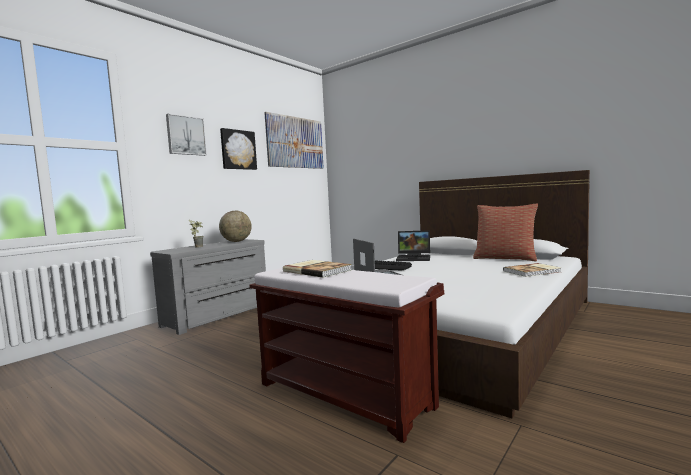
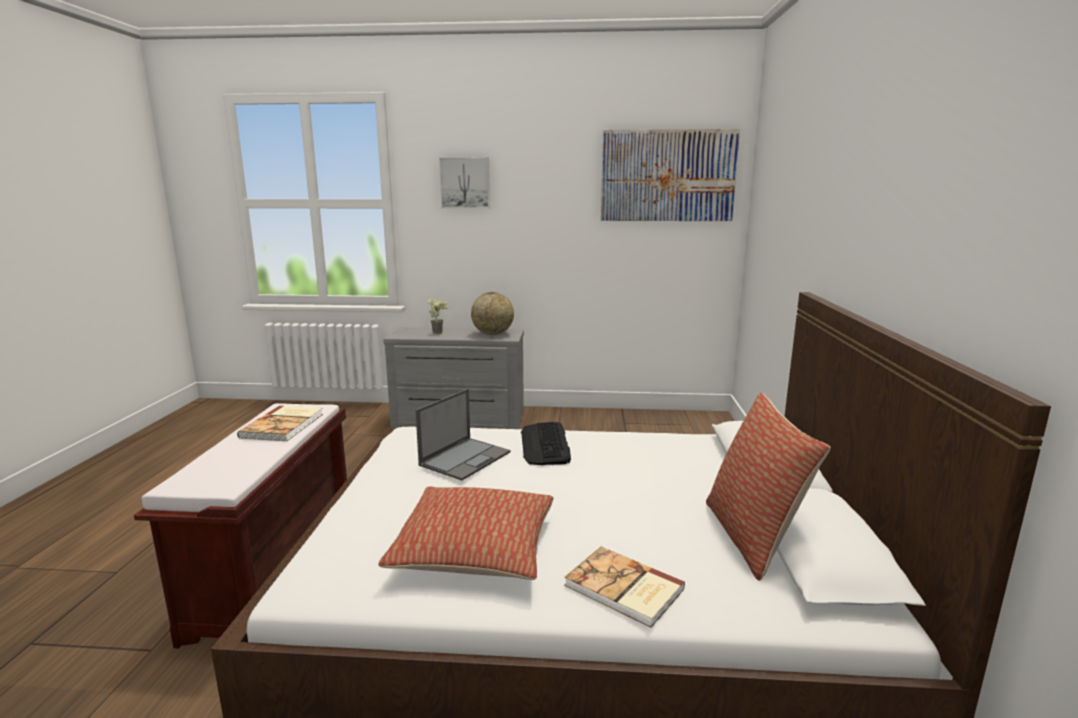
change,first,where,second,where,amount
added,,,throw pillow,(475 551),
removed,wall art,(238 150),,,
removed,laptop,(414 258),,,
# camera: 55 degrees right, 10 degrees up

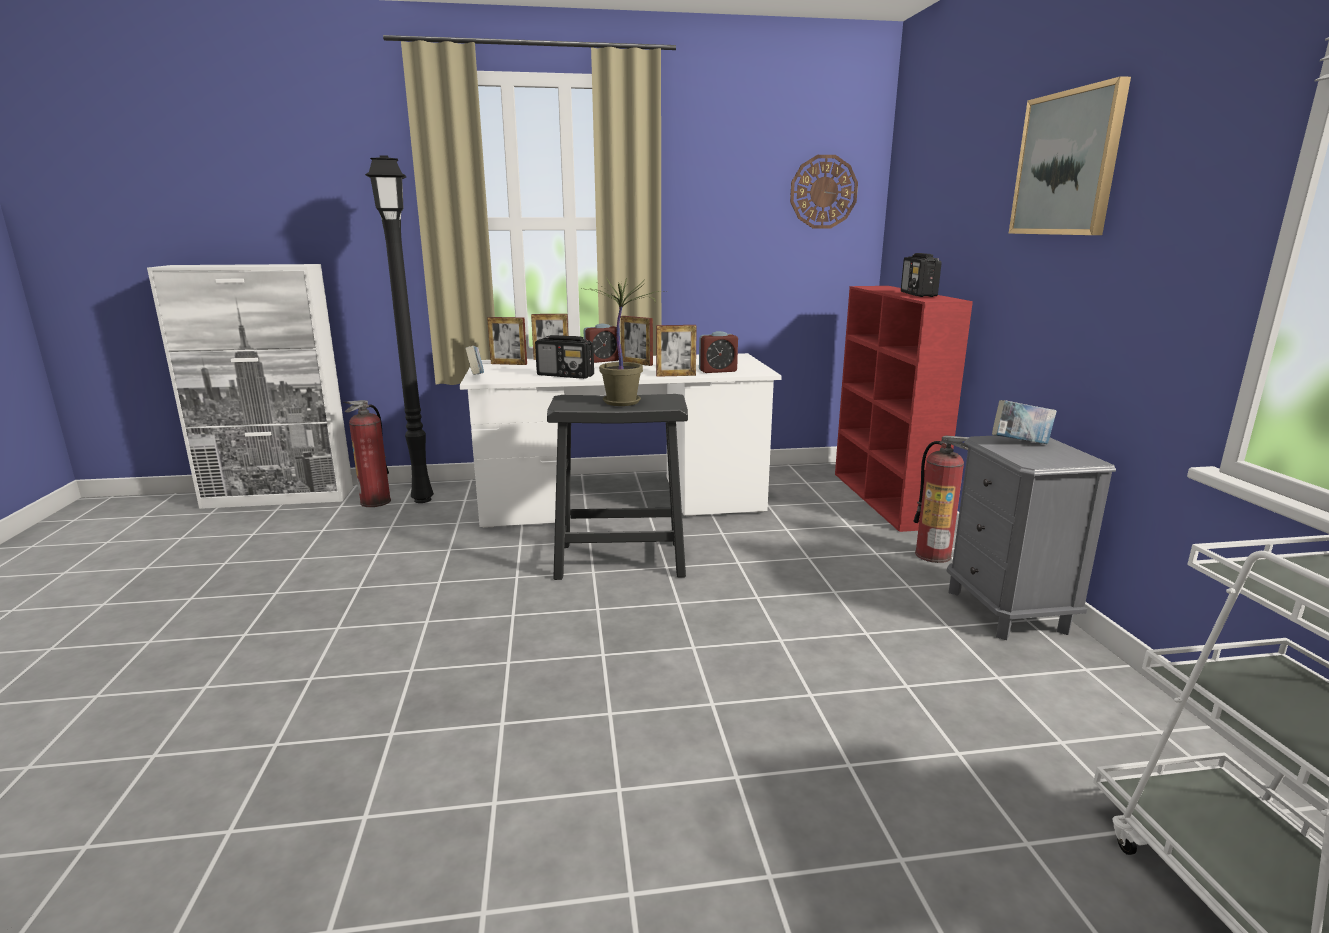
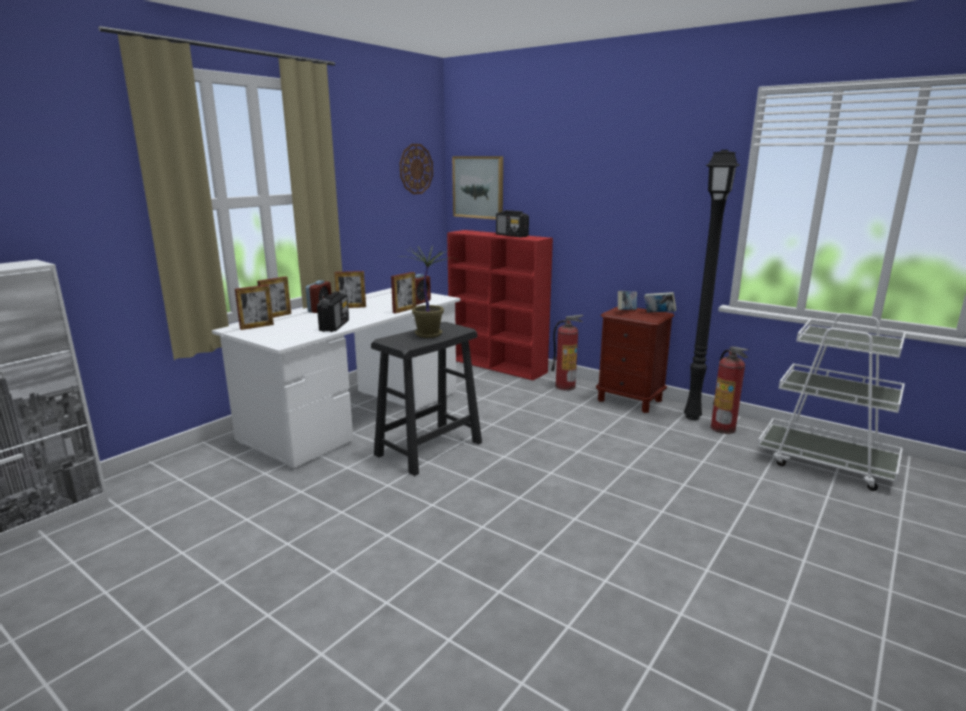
change,first,where,second,where,amount
turned,radio receiver,(566 375),,(335 326),60 degrees counterclockwise
moved,wall art,(1067 164),,(478 187),
recoloured,grey night table,(1007 611),brownish night table,(629 400),
moved,book,(476 377),,(659 314),
moved,black floor lamp,(421 499),,(691 417),
moved,fire-fighting cylinder,(375 502),,(723 428),
# camera: 45 degrees left, 0 degrees up

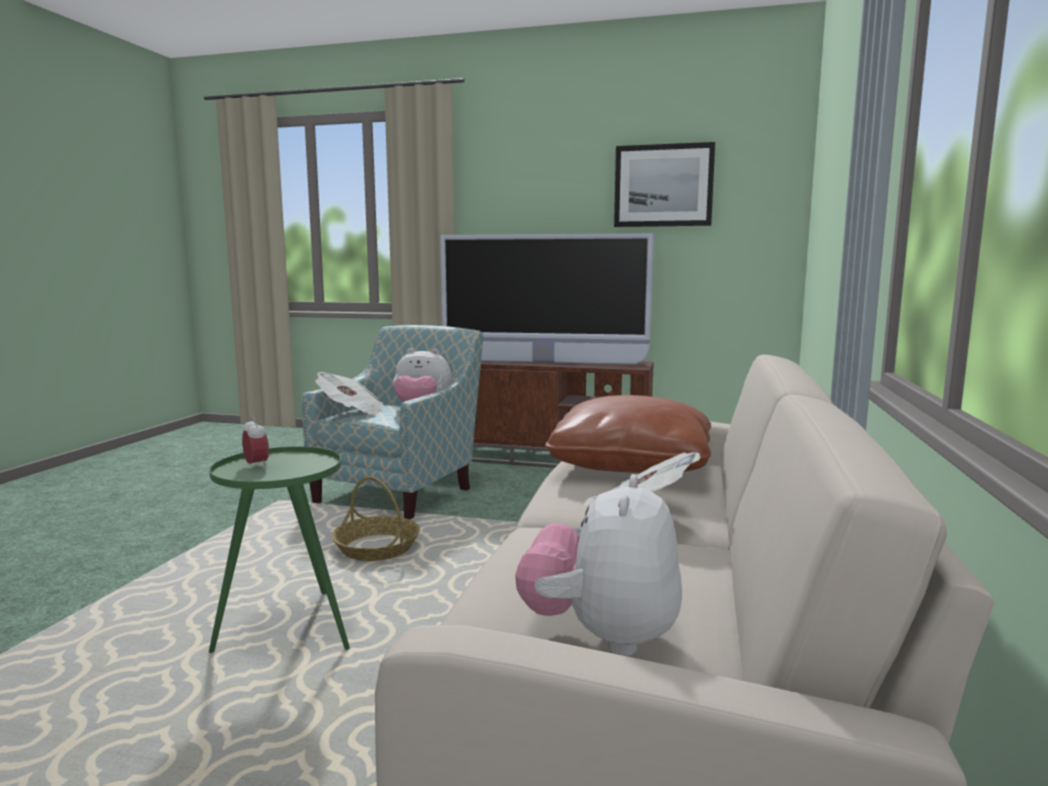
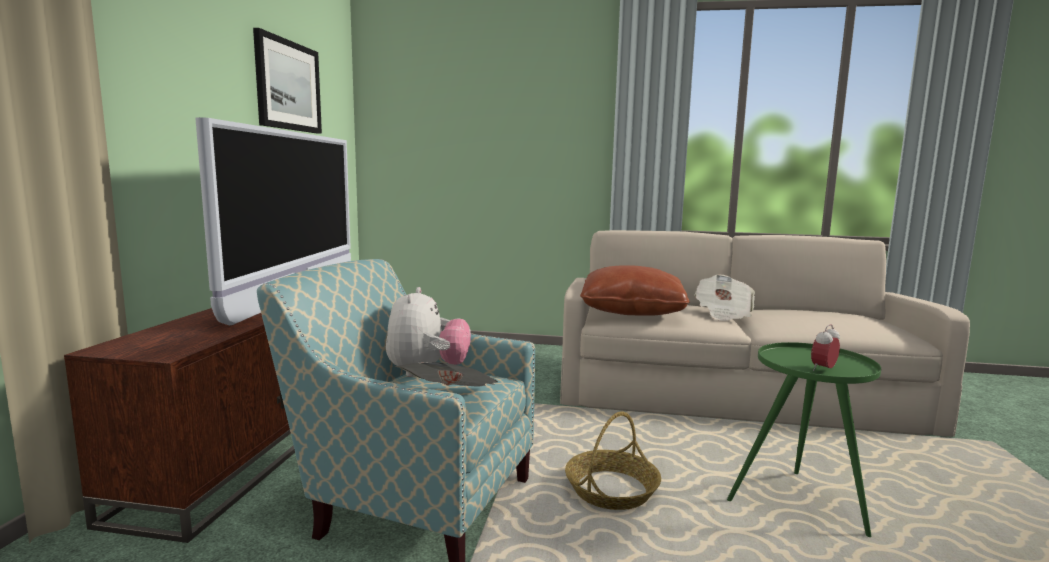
change,first,where,second,where,amount
removed,cuddly toy,(602 636),,,
# camera: 95 degrees left, 0 degrees up

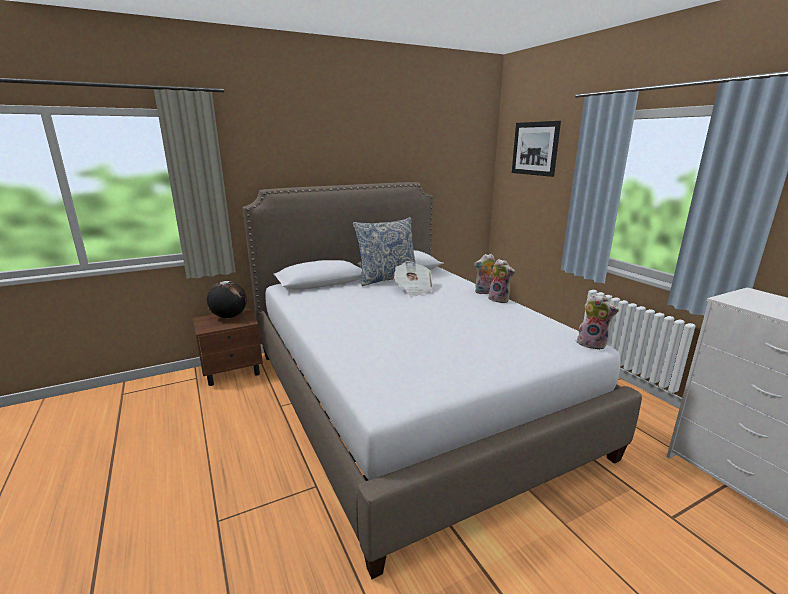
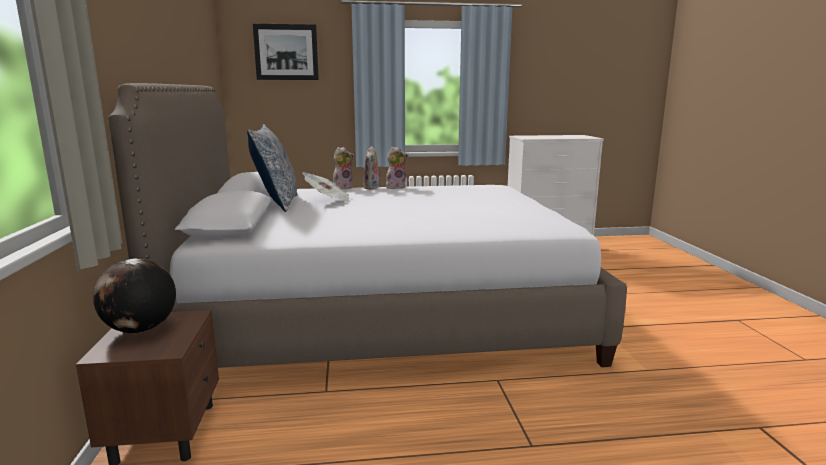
change,first,where,second,where,amount
moved,cuddly toy,(592 344),,(343 187),
# camera: 70 degrees left, 5 degrees down

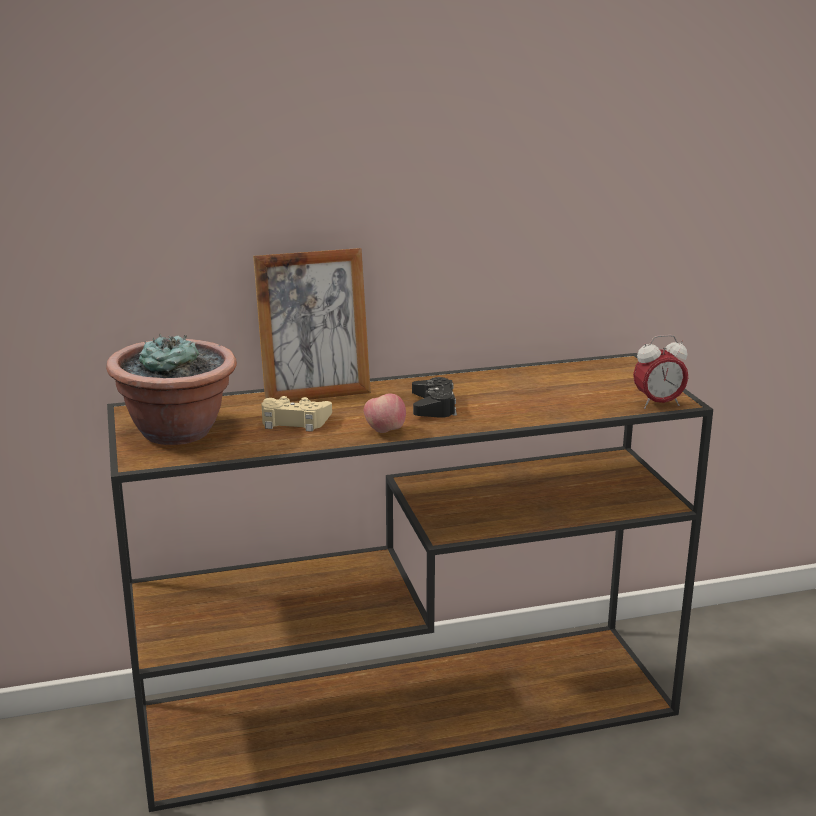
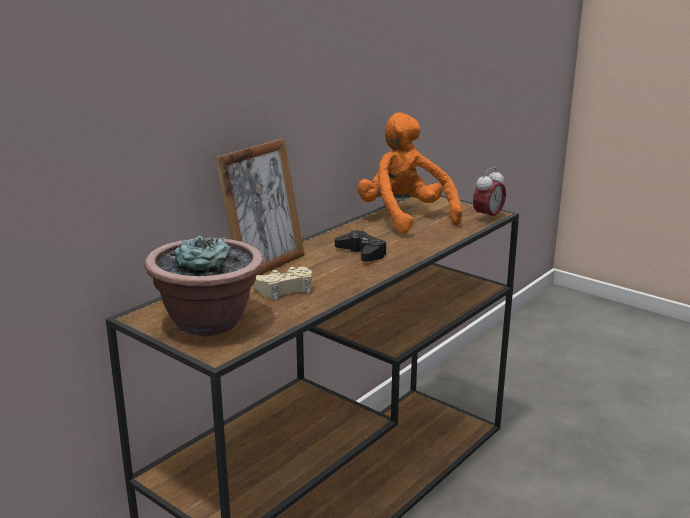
change,first,where,second,where,amount
added,,,orange-coloured cuddly toy,(404 217),
removed,whole apple,(384 431),,,
# camera: 35 degrees left, 0 degrees up

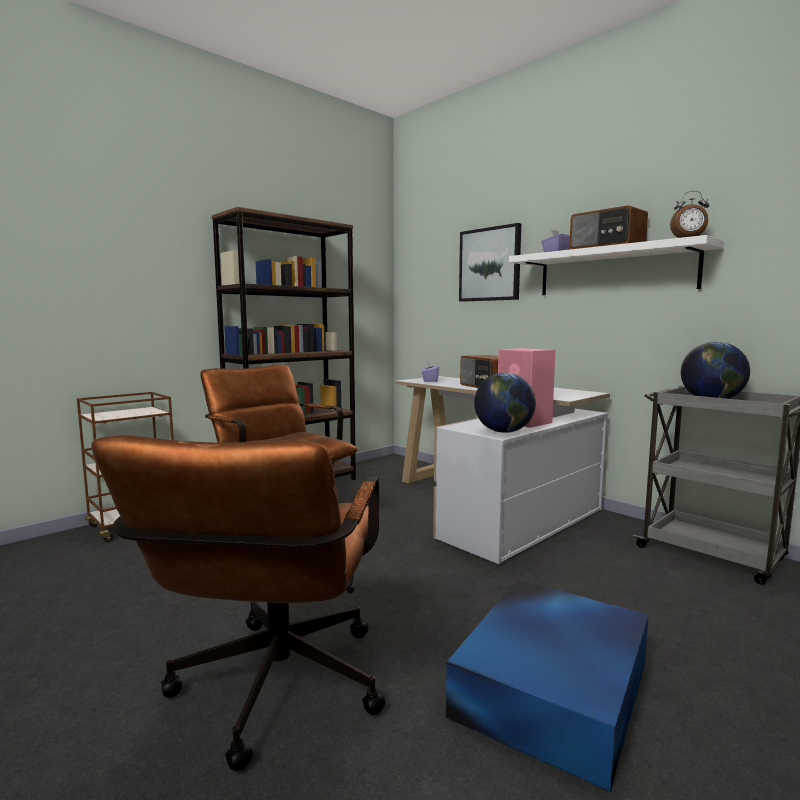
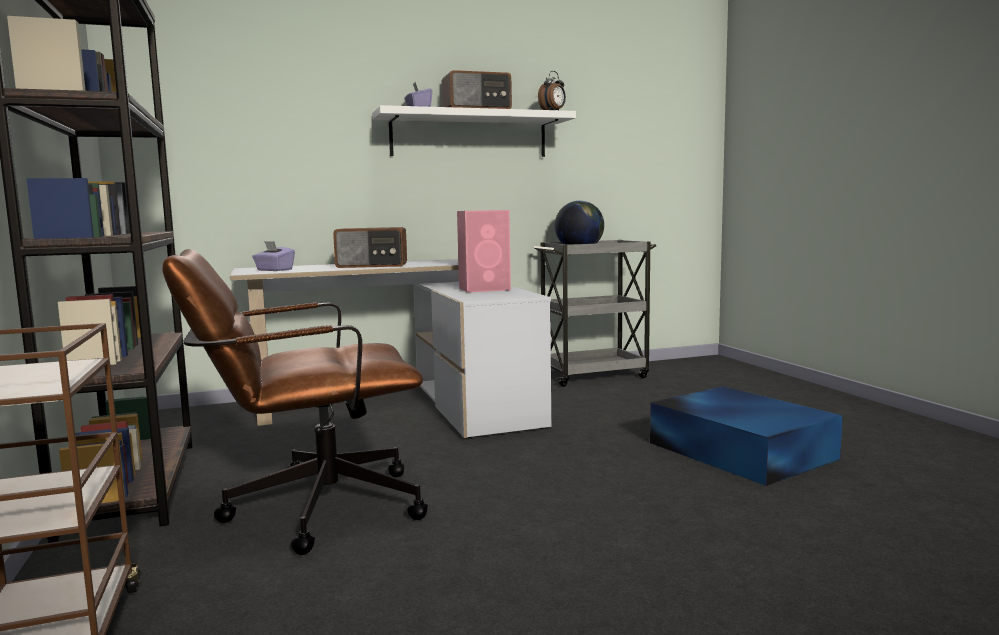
change,first,where,second,where,amount
removed,brownish desk chair,(272 696),,,
removed,wall art,(490 264),,,
removed,desk globe,(504 432),,,
# camera: 65 degrees left, 0 degrees up

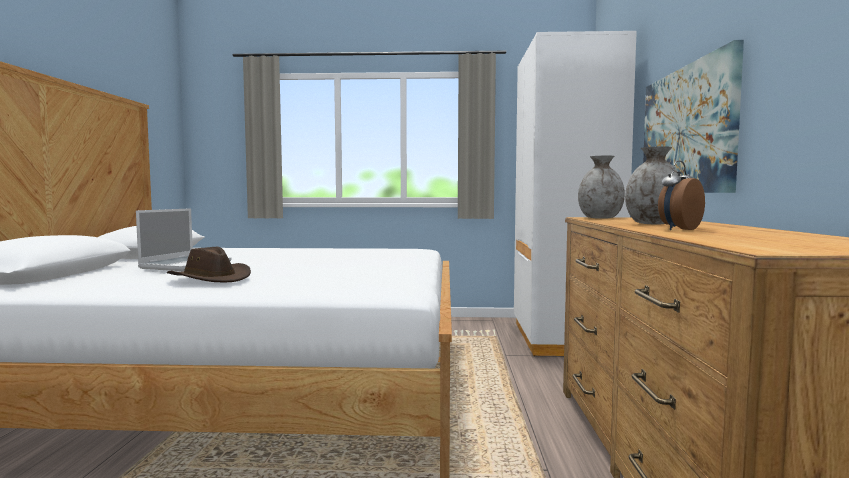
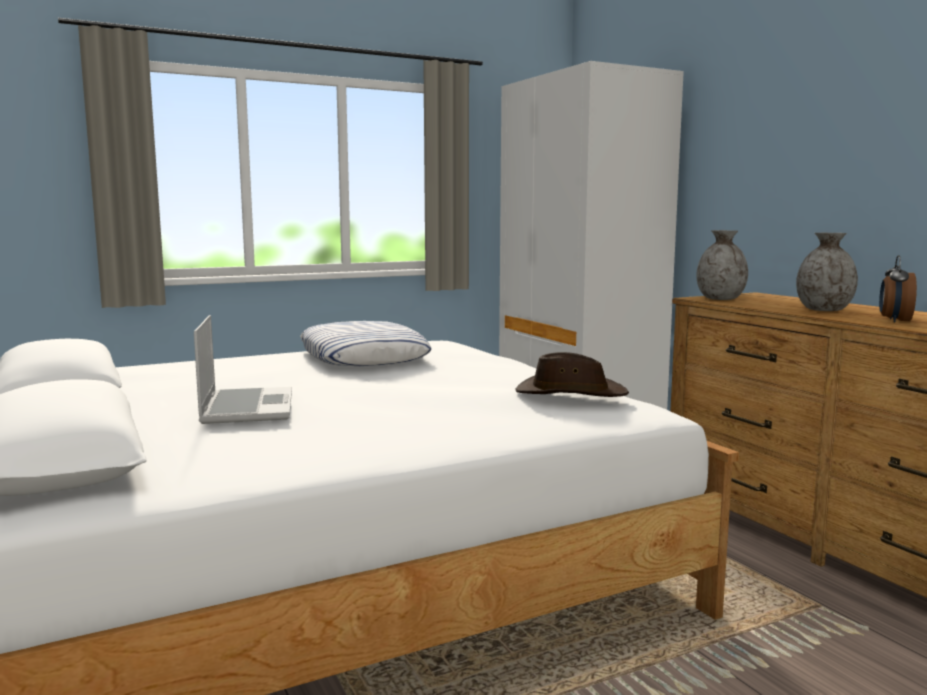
change,first,where,second,where,amount
added,,,throw pillow,(363 356),
moved,brownish clothing hat,(211 278),,(570 393),
removed,wall art,(687 130),,,
# camera: 30 degrees left, 5 degrees up

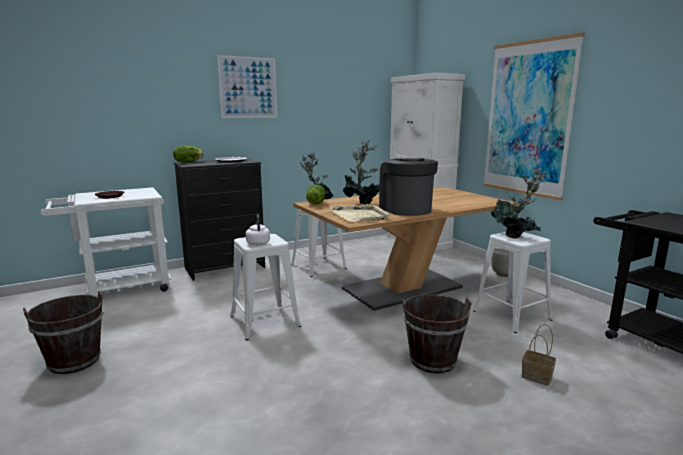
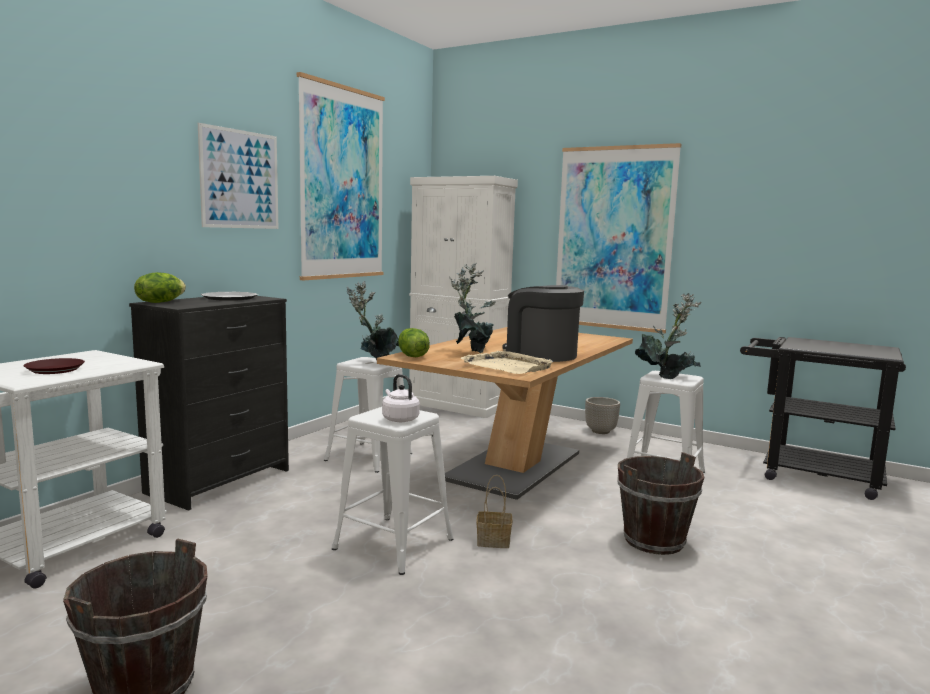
change,first,where,second,where,amount
added,,,wall art,(342 184),
moved,basket,(538 376),,(494 541),
# camera: 30 degrees left, 5 degrees down

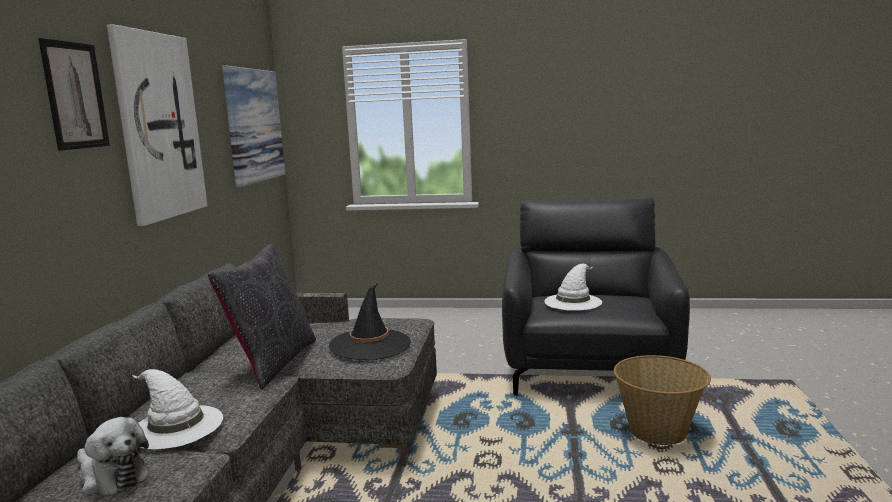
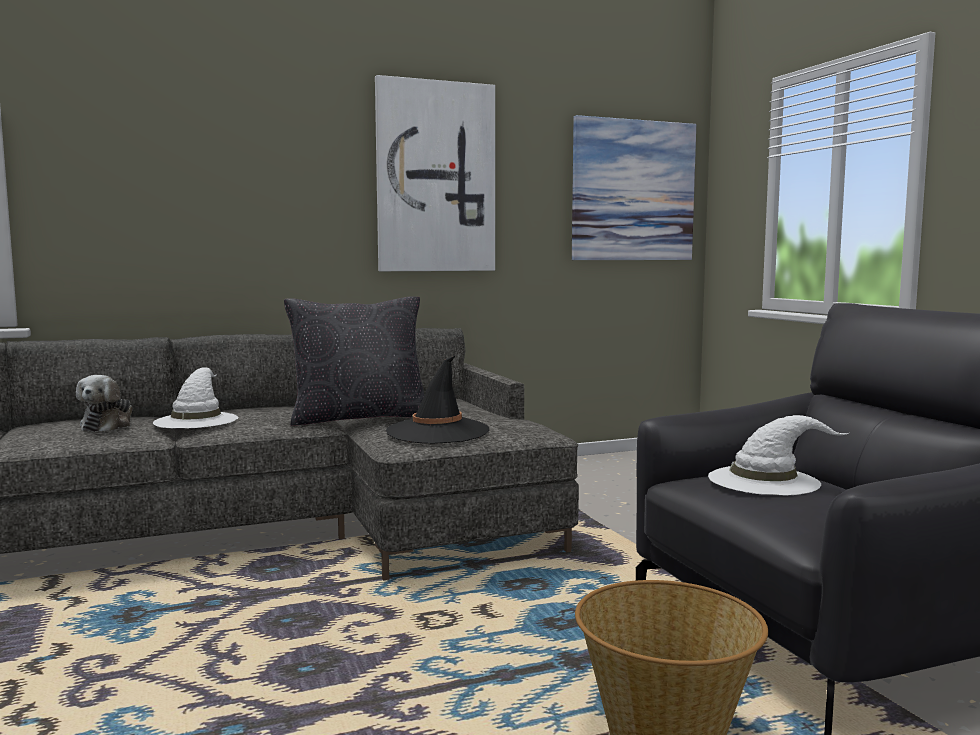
change,first,where,second,where,amount
removed,wall art,(75 95),,,
# camera: 60 degrees right, 5 degrees down

